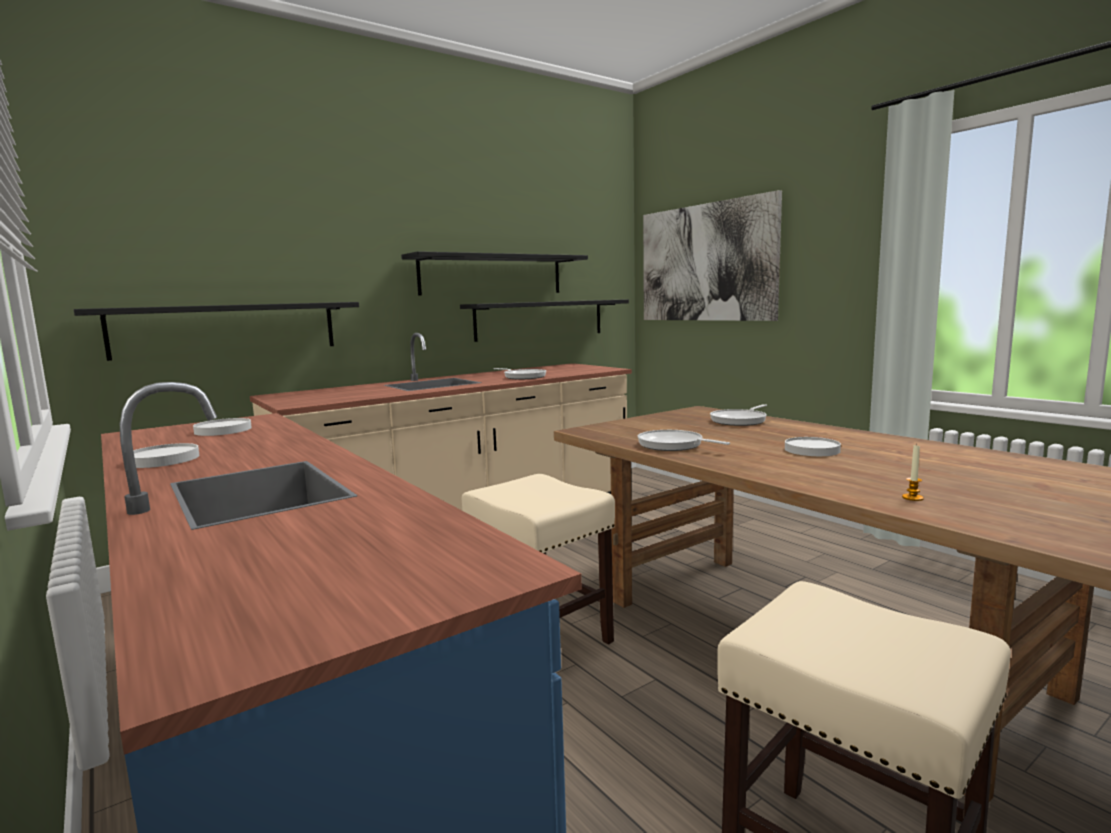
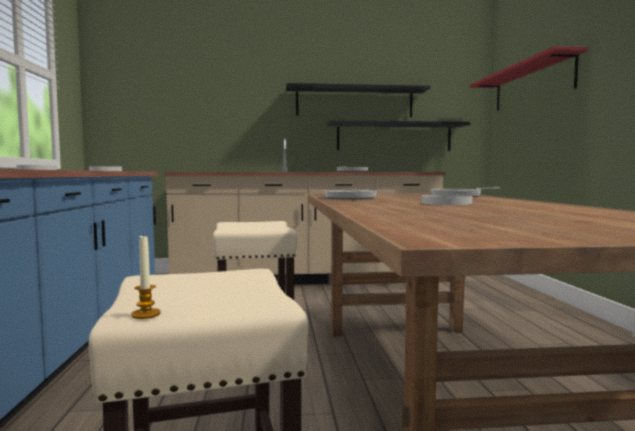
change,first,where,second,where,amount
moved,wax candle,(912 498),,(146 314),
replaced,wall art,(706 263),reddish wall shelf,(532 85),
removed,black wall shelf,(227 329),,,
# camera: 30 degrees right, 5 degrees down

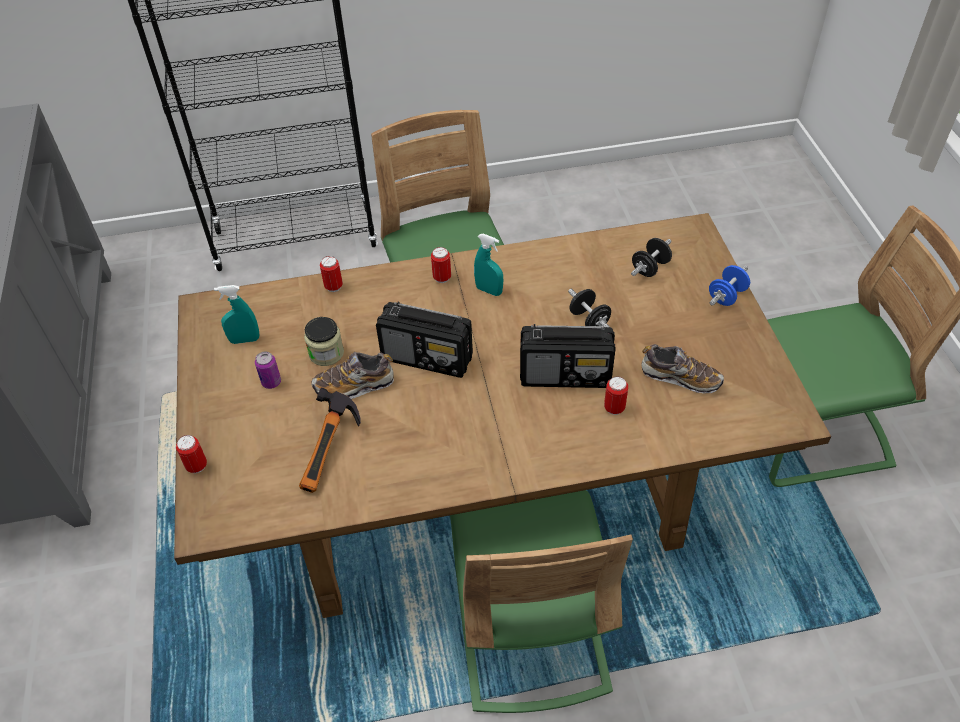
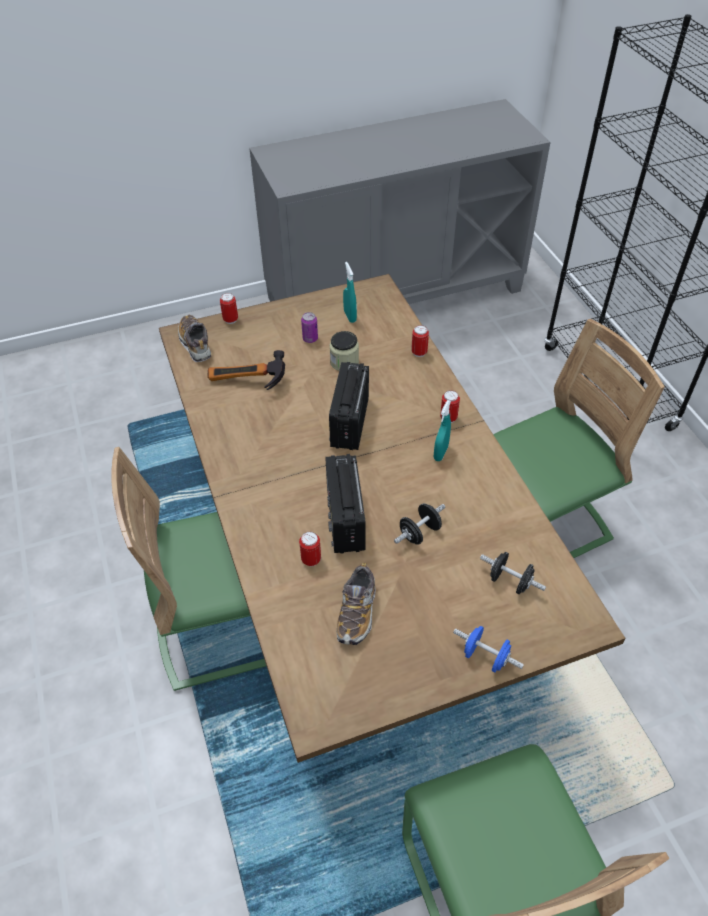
change,first,where,second,where,amount
moved,item of footwear,(355 385),,(195 344),
# camera: 80 degrees right, 0 degrees up

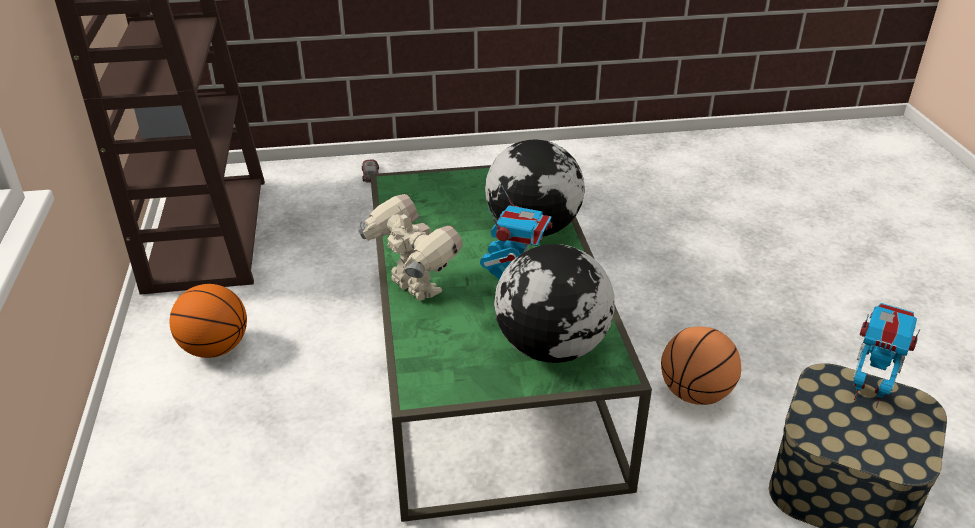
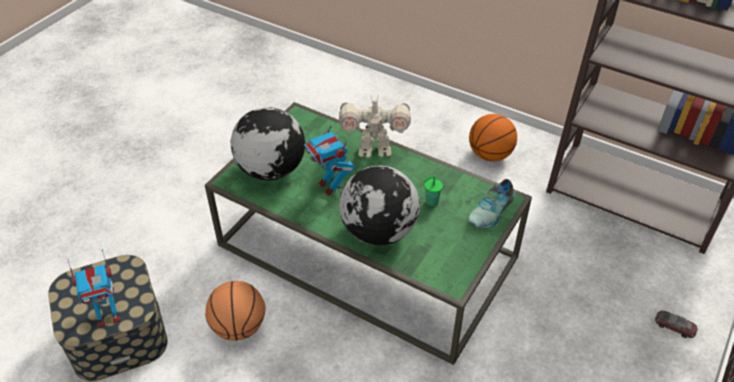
change,first,where,second,where,amount
added,,,green-coloured small cup,(431 202),
added,,,item of footwear,(492 211),
# camera: 130 degrees right, 10 degrees up

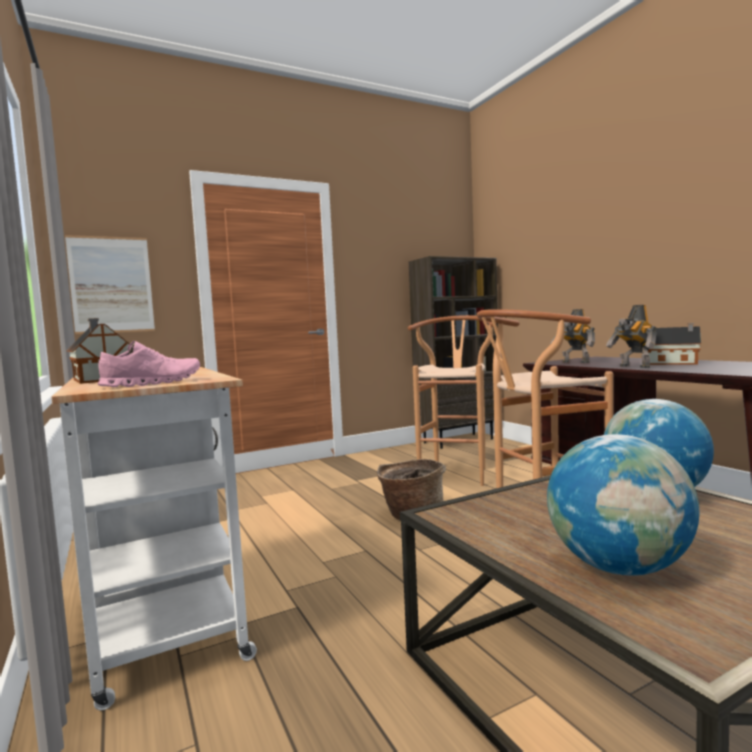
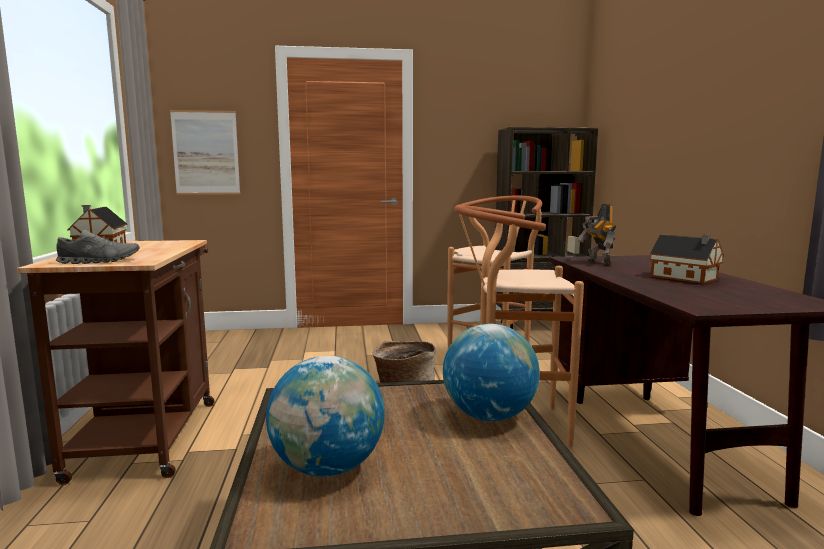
change,first,where,second,where,amount
recoloured,white wheeled cart,(165 616),brownish wheeled cart,(149 433),
recoloured,pink item of footwear,(153 383),grey item of footwear,(100 261),
removed,toy robot,(633 367),,,
# camera: 20 degrees right, 5 degrees up

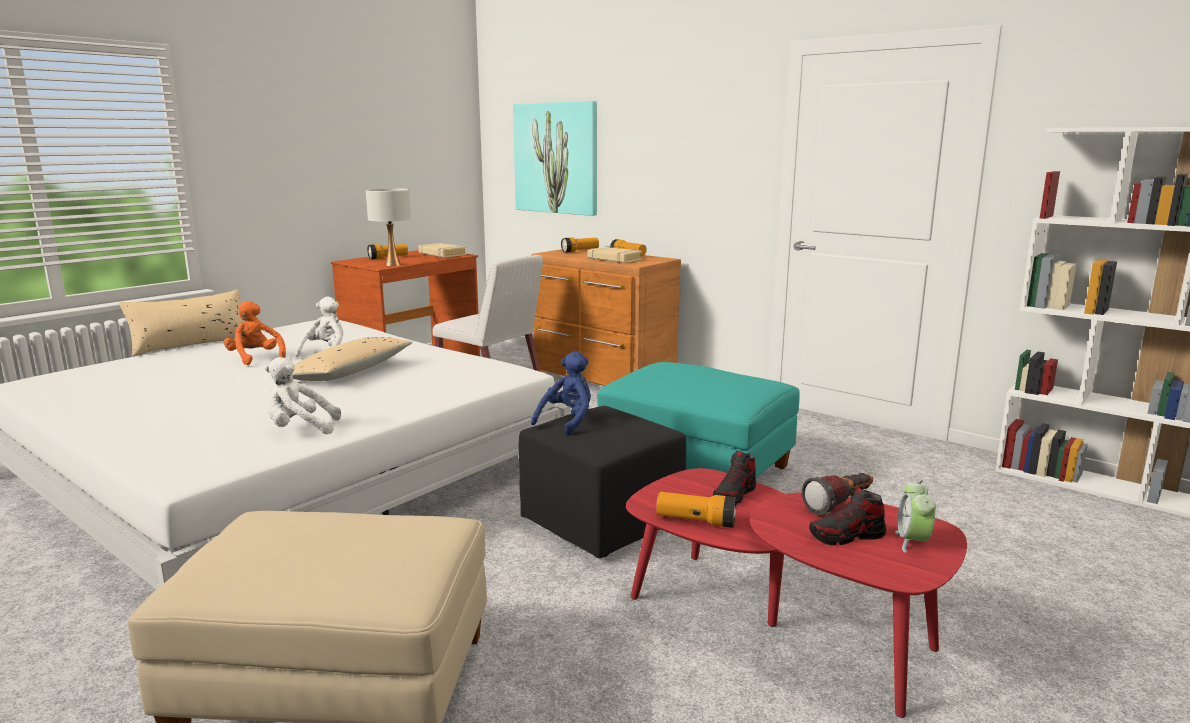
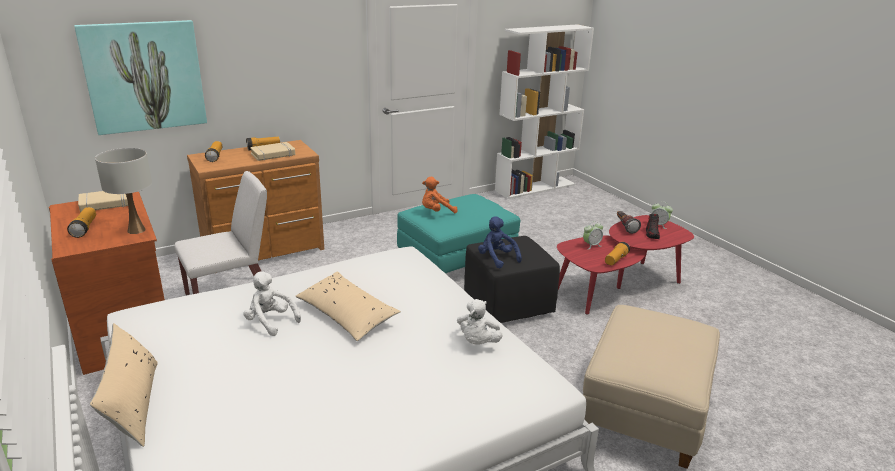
change,first,where,second,where,amount
moved,orange-coloured cuddly toy,(255 358),,(436 212),
replaced,item of footwear,(734 495),bedside clock,(591 245),
# camera: 70 degrees left, 10 degrees up

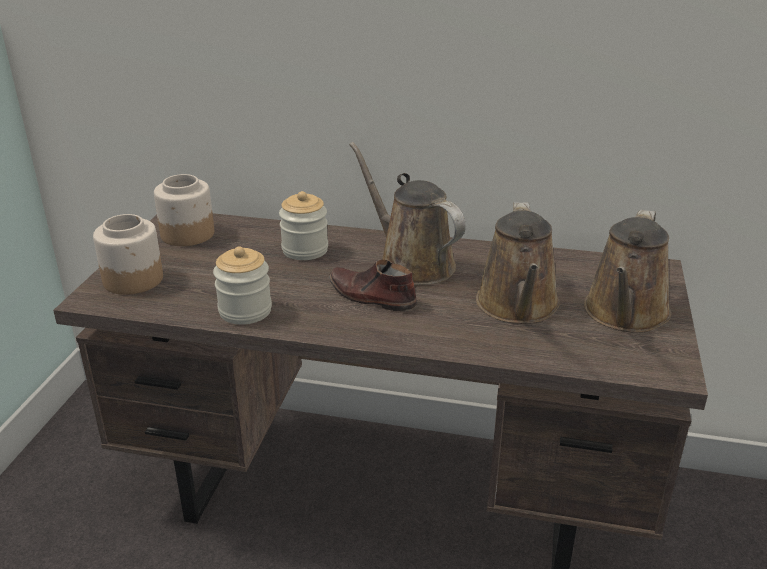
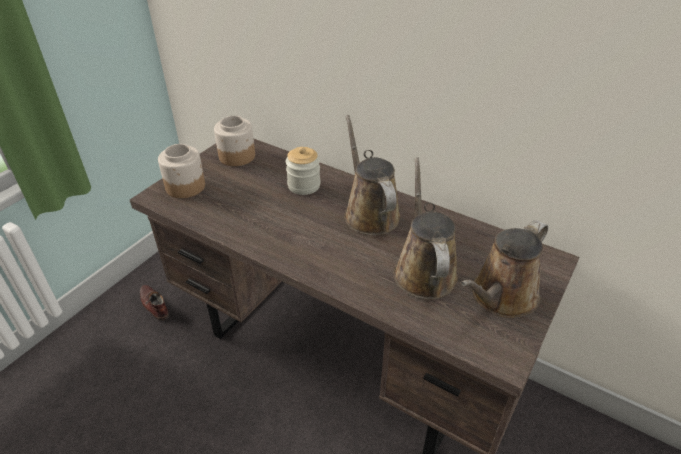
change,first,where,second,where,amount
moved,brownish item of footwear,(371 297),,(154 305),
turned,brownish watering can,(518 307),,(423 270),150 degrees clockwise
removed,preserve jar,(245 311),,,
# camera: 20 degrees right, 10 degrees up

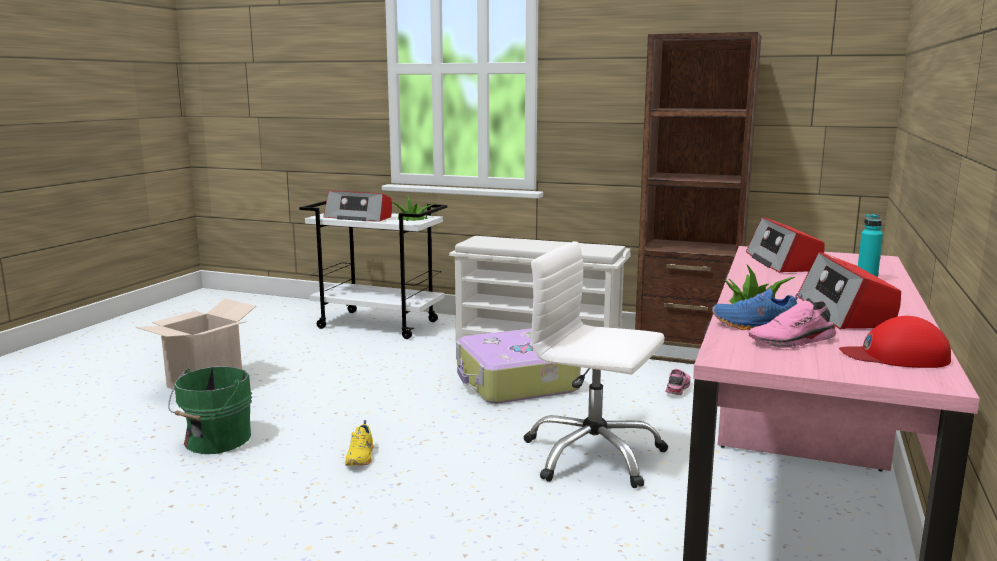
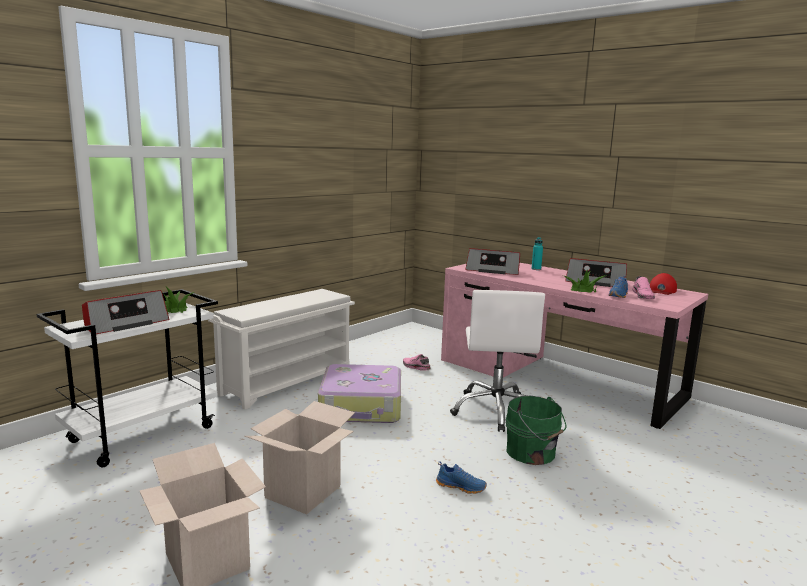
change,first,where,second,where,amount
added,,,carton,(303 492),
recoloured,yellow-coloured item of footwear,(361 457),bluish item of footwear,(461 486),
turned,white desk chair,(593 455),,(496 410),45 degrees counterclockwise
moved,green-coloured bucket,(215 441),,(532 453),
removed,brownish bookcase,(686 352),,,
# camera: 70 degrees left, 0 degrees up

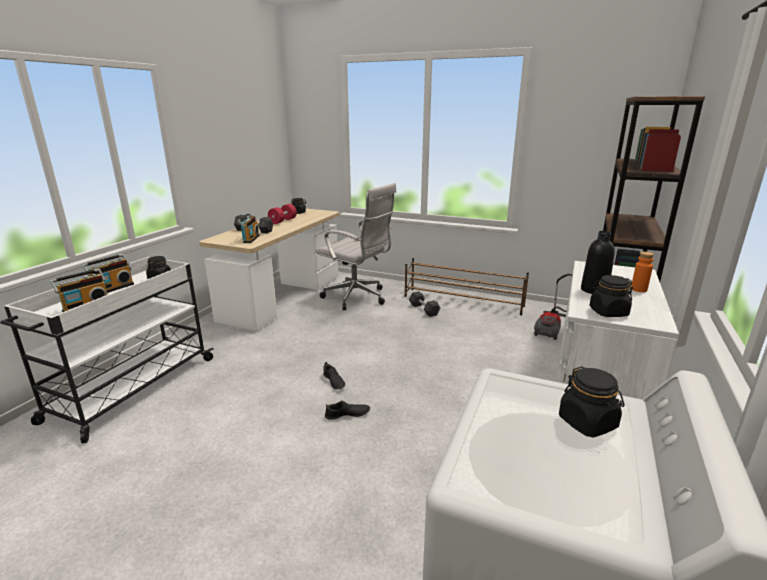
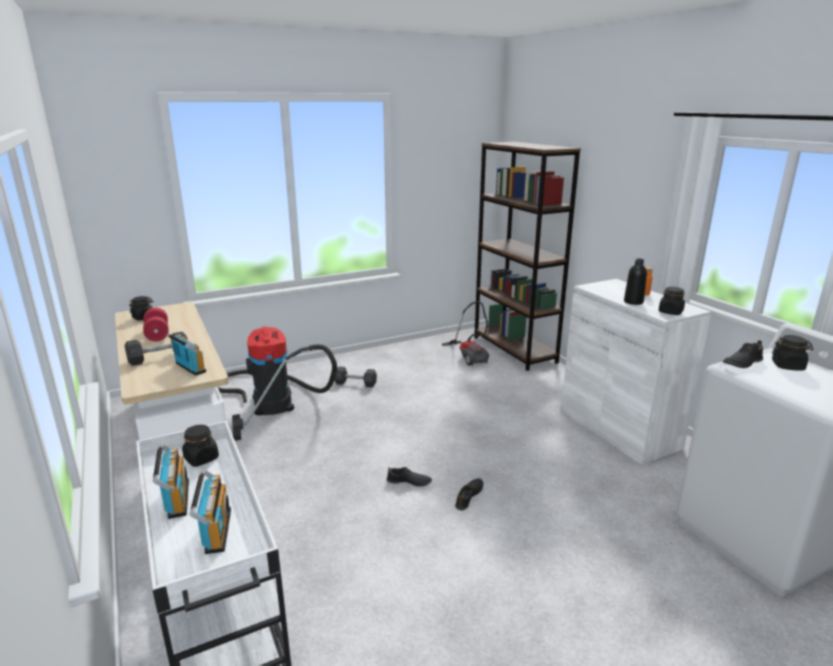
change,first,where,second,where,amount
replaced,white desk chair,(357 298),vacuum cleaner,(271 401),
added,,,black item of footwear,(742 363),
removed,brownish shoe stand,(463 301),,,
# camera: 50 degrees left, 0 degrees up

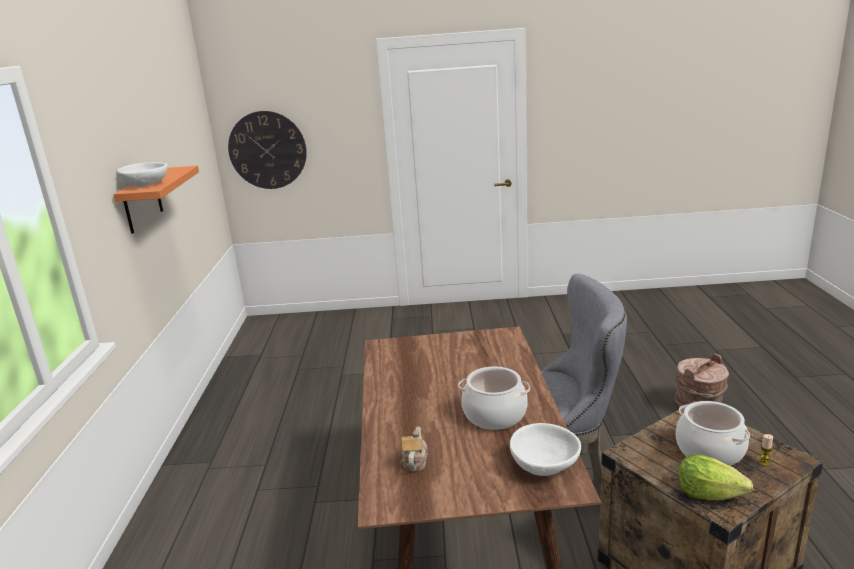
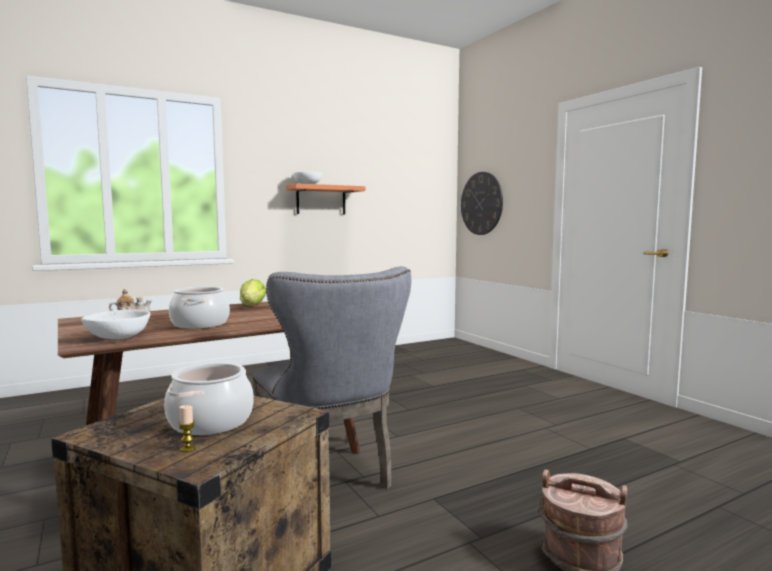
change,first,where,second,where,amount
moved,lettuce,(708 494),,(252 306),
# camera: 60 degrees right, 15 degrees down

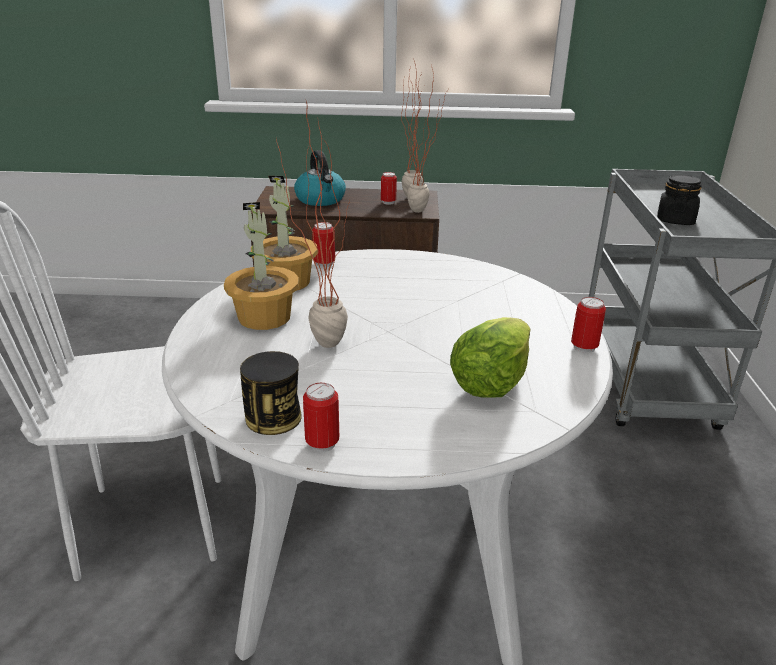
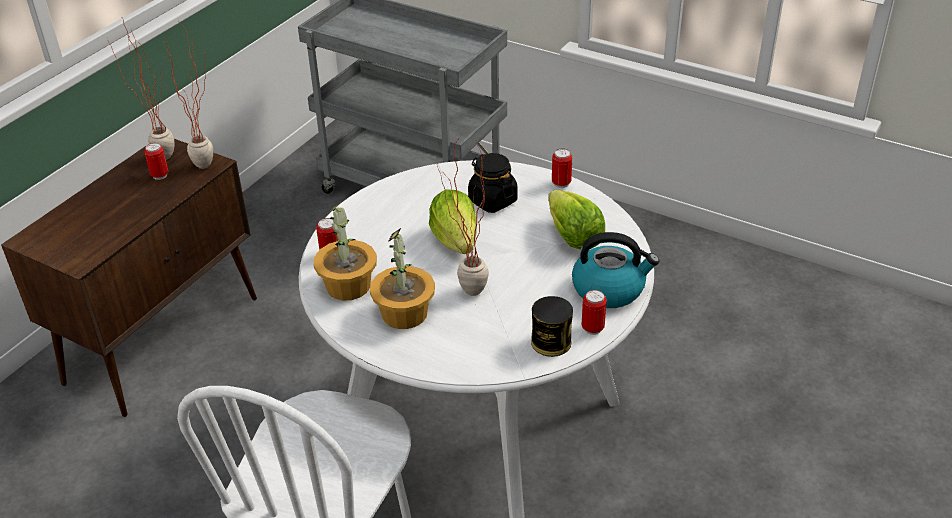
change,first,where,second,where,amount
added,,,lettuce,(456 240),
moved,black preserve jar,(675 220),,(492 200),
moved,water kettle,(321 200),,(609 289),
# camera: 60 degrees left, 10 degrees up

